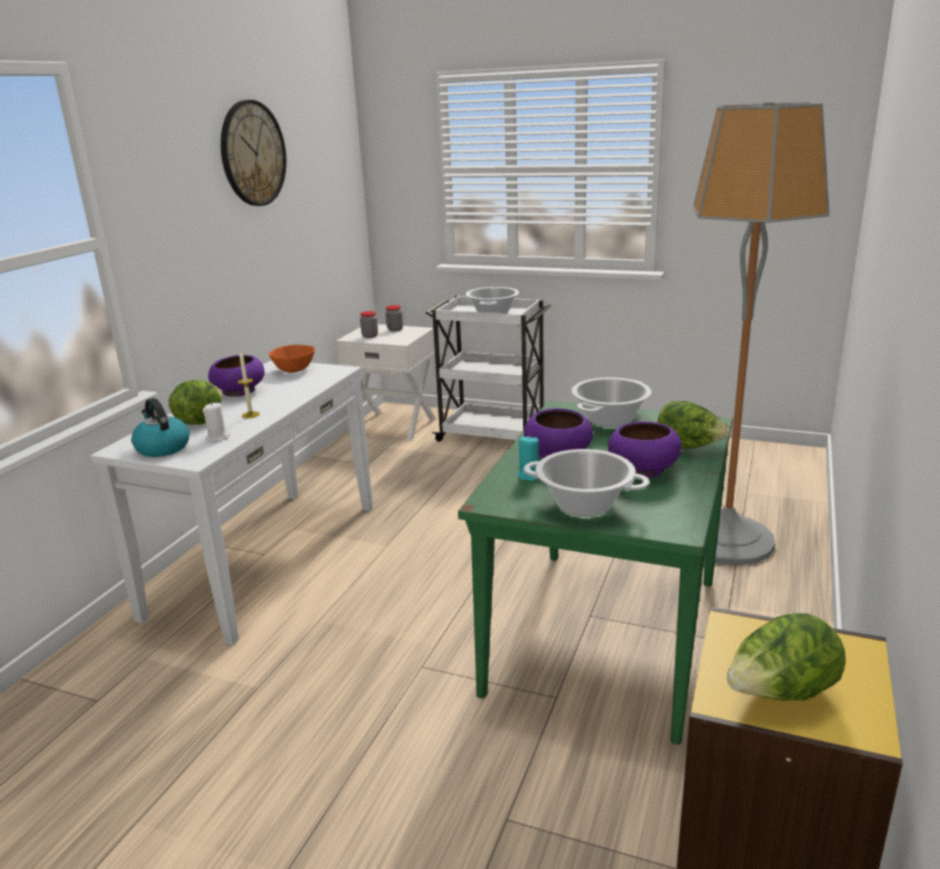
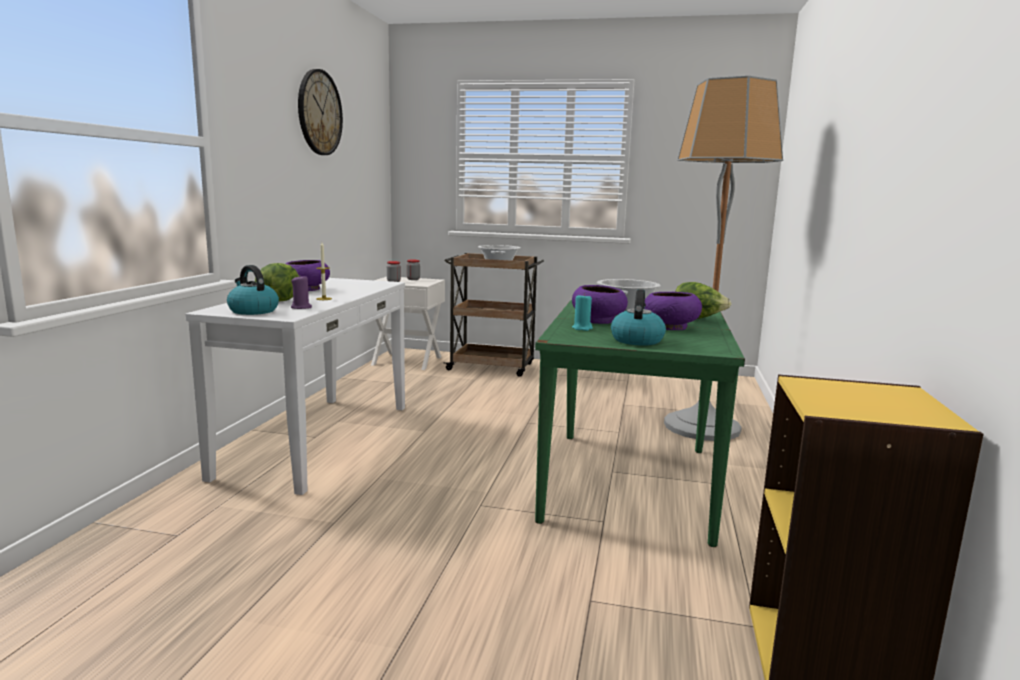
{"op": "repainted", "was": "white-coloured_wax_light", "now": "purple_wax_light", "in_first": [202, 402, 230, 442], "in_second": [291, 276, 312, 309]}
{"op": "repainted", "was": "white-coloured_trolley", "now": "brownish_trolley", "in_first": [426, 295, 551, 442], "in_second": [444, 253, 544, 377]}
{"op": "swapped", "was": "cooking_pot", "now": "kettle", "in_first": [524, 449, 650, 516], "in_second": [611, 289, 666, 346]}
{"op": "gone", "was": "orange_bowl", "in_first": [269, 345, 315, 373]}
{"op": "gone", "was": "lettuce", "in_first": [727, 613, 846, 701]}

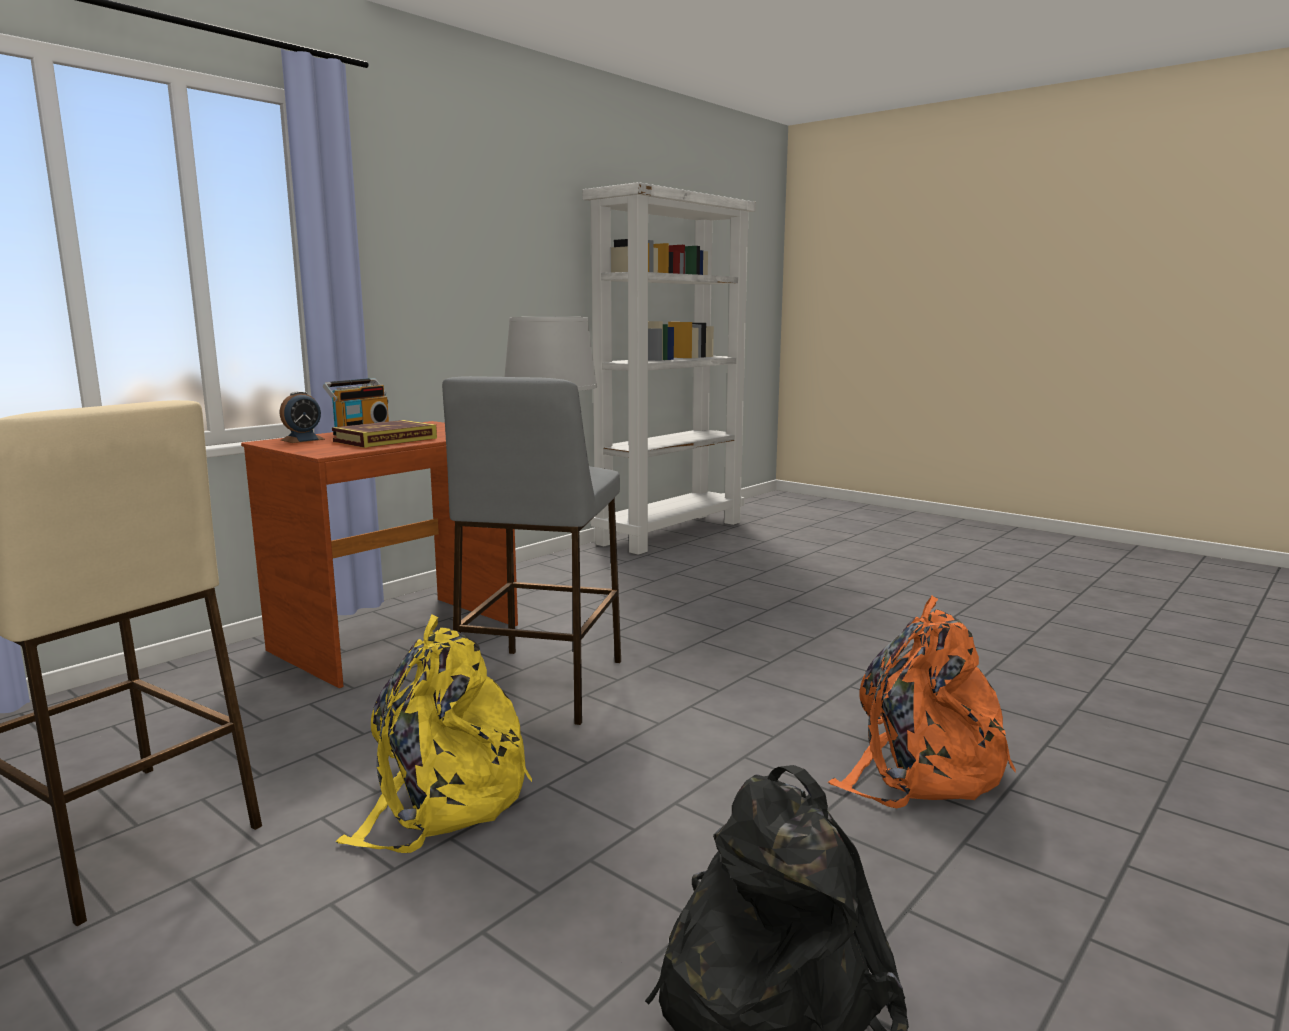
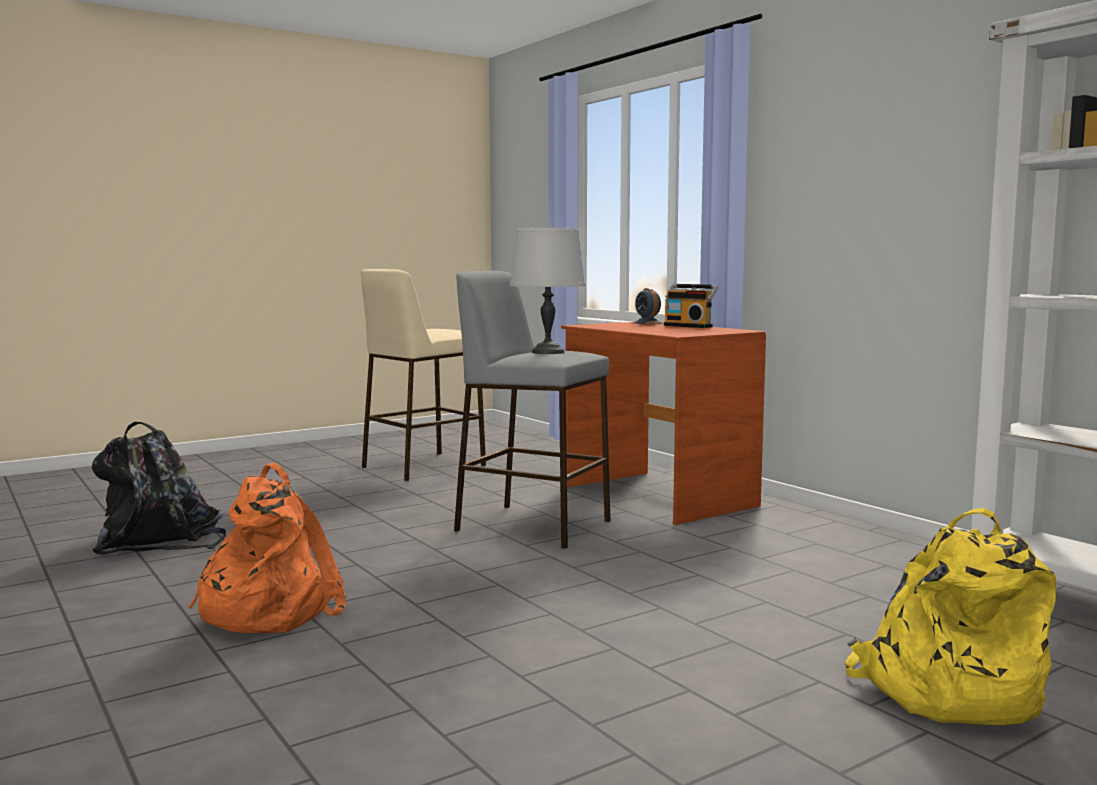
{"op": "shifted", "was": "yellow_backpack", "in_first": [336, 614, 532, 853], "in_second": [845, 508, 1057, 725]}
{"op": "gone", "was": "bound_book", "in_first": [332, 420, 437, 448]}

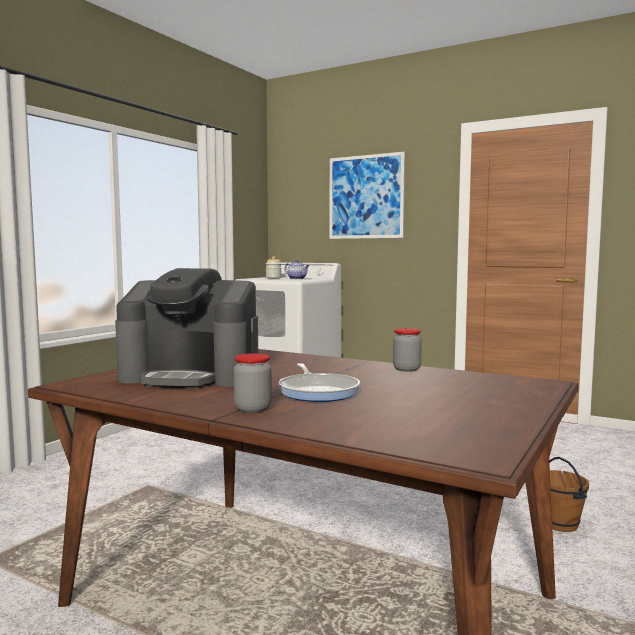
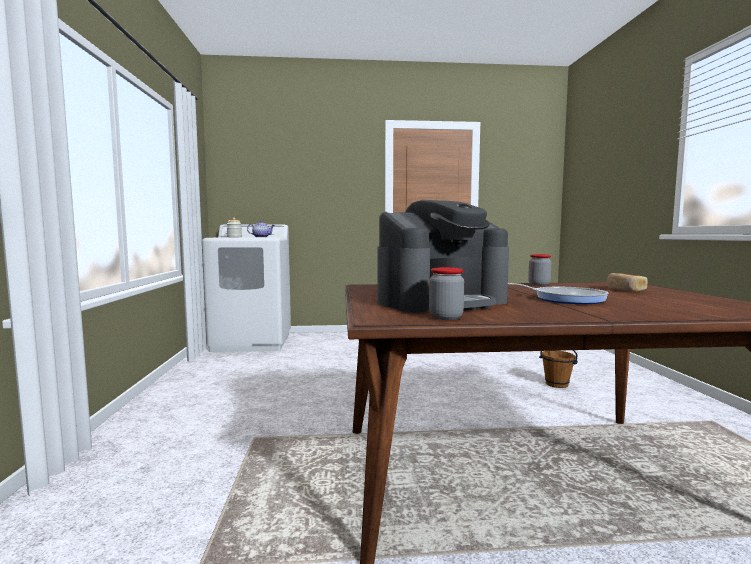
{"op": "shifted", "was": "preserve_jar", "in_first": [234, 353, 272, 413], "in_second": [429, 267, 464, 320]}
{"op": "new", "now": "baked_bread", "in_second": [607, 273, 648, 292]}
{"op": "gone", "was": "picture", "in_first": [329, 152, 405, 239]}

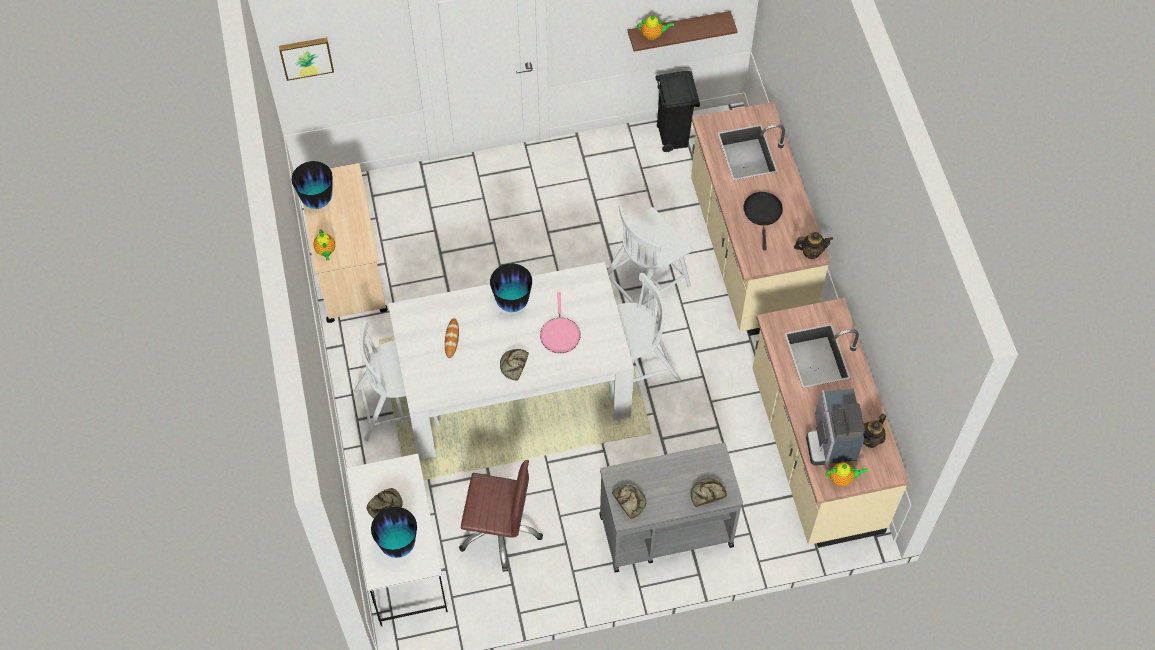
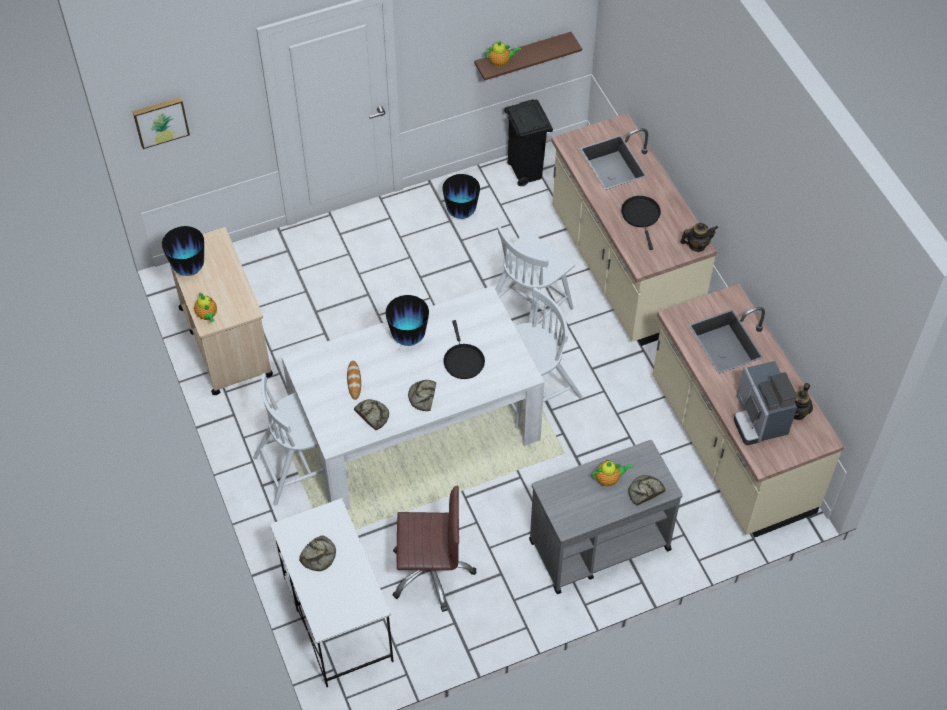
{"op": "shifted", "was": "baked_bread", "in_first": [612, 485, 646, 519], "in_second": [354, 399, 389, 430]}
{"op": "shifted", "was": "vase", "in_first": [371, 507, 417, 558], "in_second": [442, 174, 480, 219]}
{"op": "repainted", "was": "pink-coloured_pan", "now": "blackish_pan", "in_first": [540, 292, 581, 354], "in_second": [443, 320, 485, 379]}
{"op": "shifted", "was": "teapot", "in_first": [825, 461, 868, 487], "in_second": [591, 460, 633, 486]}

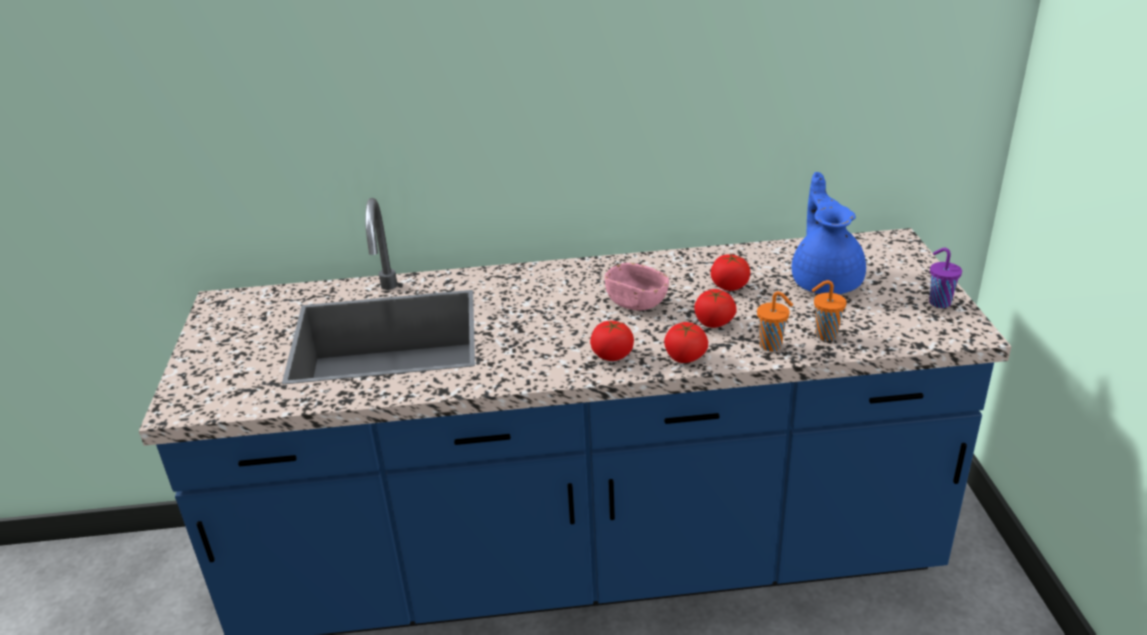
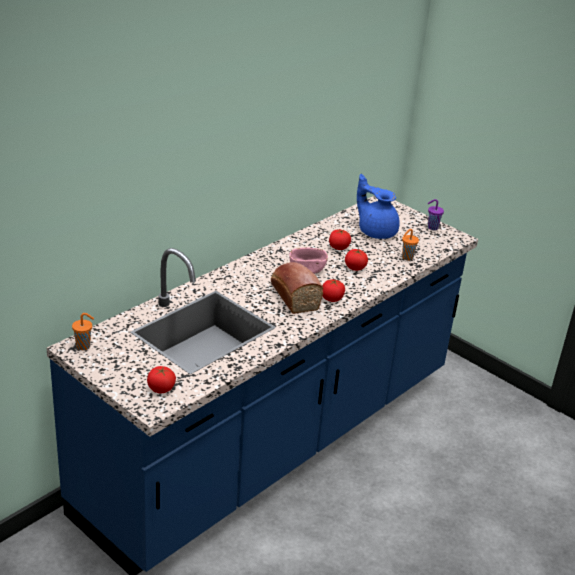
{"op": "shifted", "was": "orange_drinking_cup", "in_first": [757, 291, 793, 351], "in_second": [72, 313, 94, 350]}
{"op": "shifted", "was": "fresh_tomato", "in_first": [664, 322, 708, 363], "in_second": [147, 366, 176, 393]}
{"op": "new", "now": "baked_bread", "in_second": [271, 262, 323, 314]}

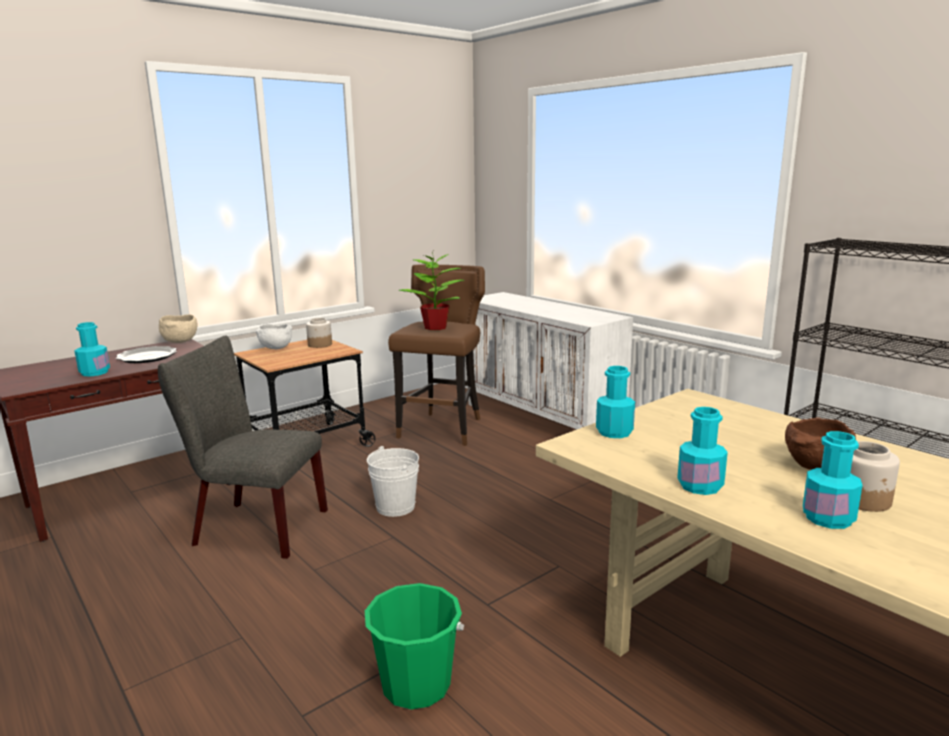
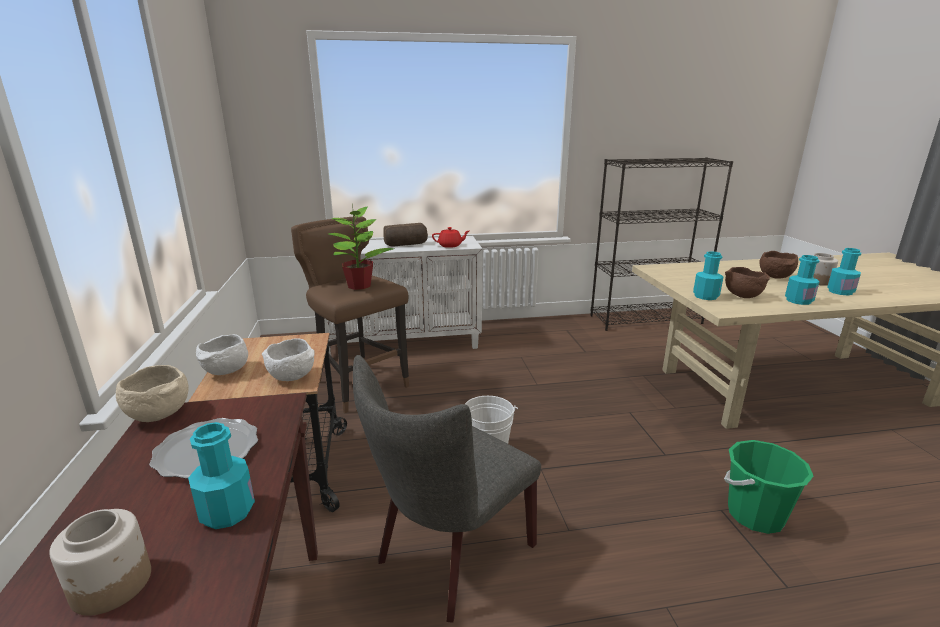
{"op": "shifted", "was": "preserve_jar", "in_first": [306, 318, 332, 348], "in_second": [49, 509, 151, 616]}
{"op": "new", "now": "white-coloured_bowl", "in_second": [262, 338, 315, 381]}
{"op": "new", "now": "baked_bread", "in_second": [383, 223, 428, 247]}
{"op": "new", "now": "red-coloured_teapot", "in_second": [432, 227, 469, 248]}
{"op": "new", "now": "brownish_bowl", "in_second": [725, 267, 770, 298]}

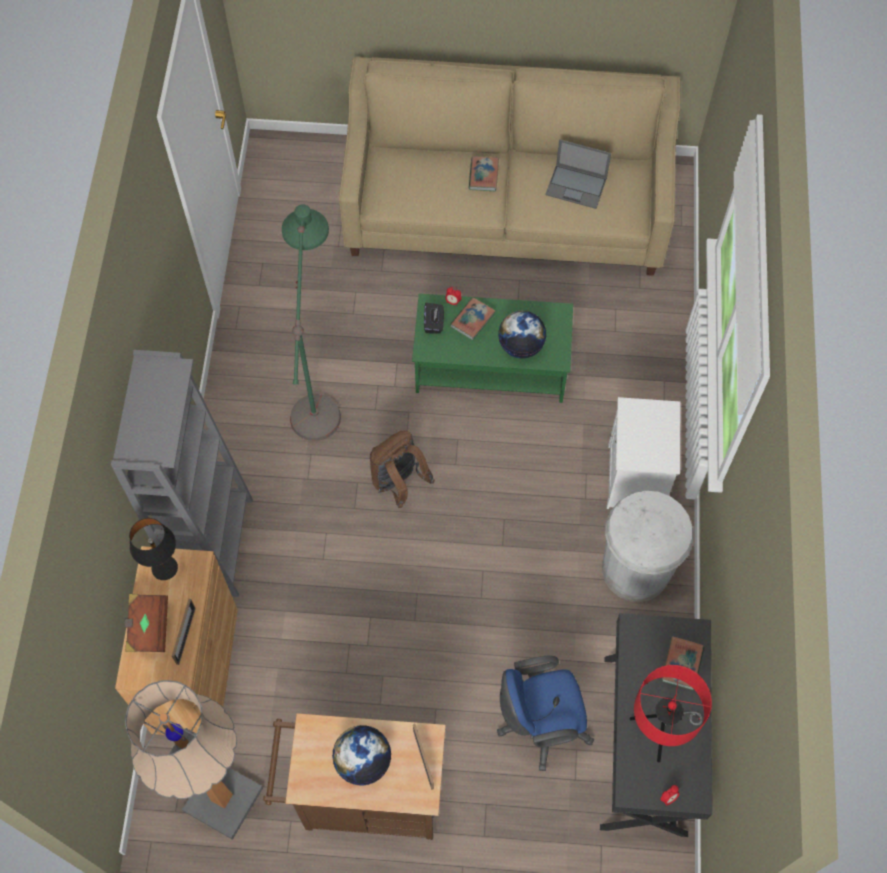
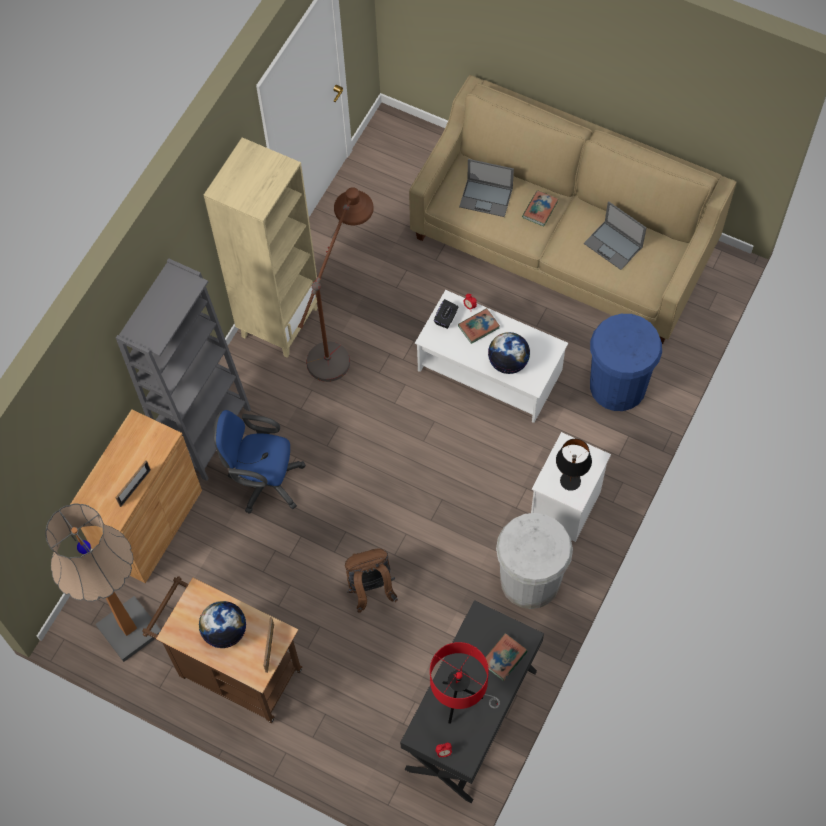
{"op": "new", "now": "beige_bookshelf", "in_second": [204, 138, 318, 358]}
{"op": "shifted", "was": "blue-coloured_computer_chair", "in_first": [497, 656, 594, 771], "in_second": [213, 410, 306, 514]}
{"op": "repainted", "was": "greenish_standing_lamp", "now": "brownish_standing_lamp", "in_first": [282, 204, 341, 441], "in_second": [298, 187, 373, 382]}
{"op": "shifted", "was": "brownish_backpack", "in_first": [370, 431, 435, 508], "in_second": [345, 548, 398, 613]}
{"op": "repainted", "was": "greenish_lounge_table", "now": "white-coloured_lounge_table", "in_first": [412, 293, 573, 403], "in_second": [415, 290, 568, 423]}
{"op": "new", "now": "laptop", "in_second": [459, 159, 514, 217]}
{"op": "shifted", "was": "blackish_table_lamp", "in_first": [129, 518, 178, 580], "in_second": [556, 439, 592, 491]}
{"op": "new", "now": "blue-coloured_rubbish_bin", "in_second": [590, 314, 662, 411]}
{"op": "gone", "was": "brownish_bound_book", "in_first": [124, 594, 168, 652]}

